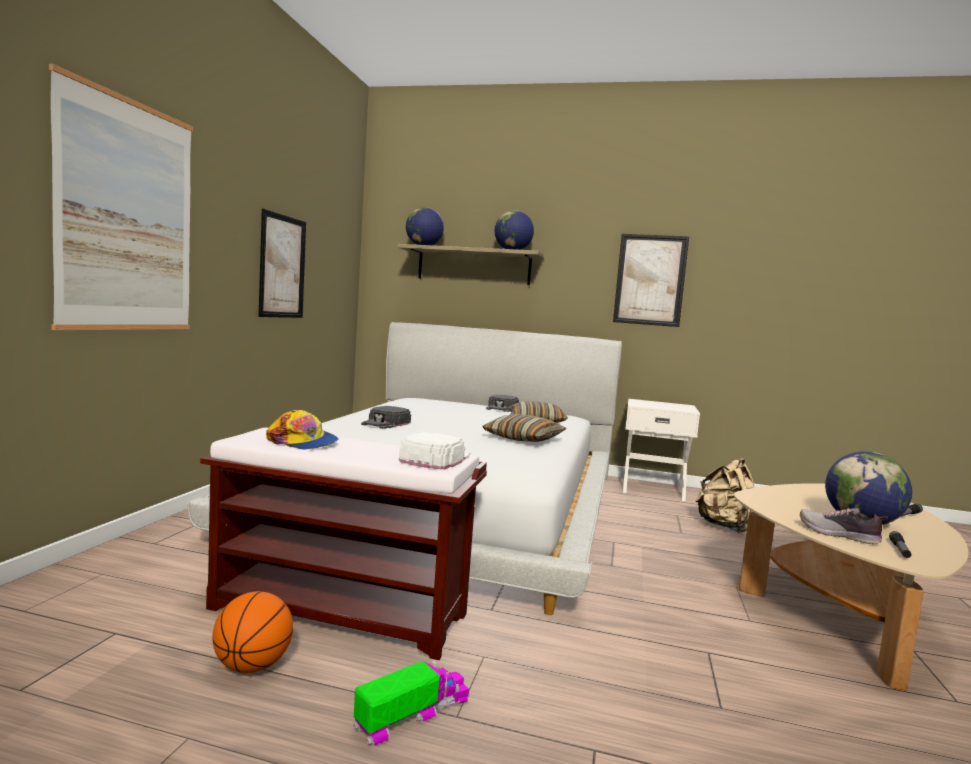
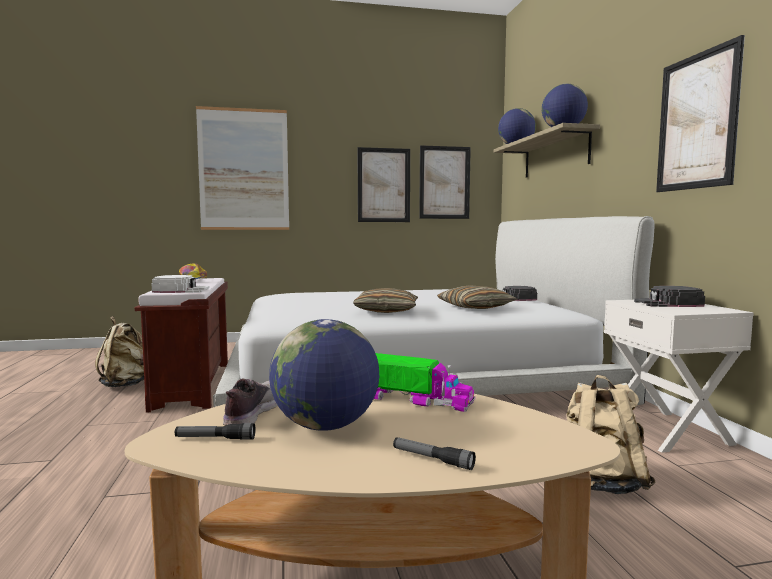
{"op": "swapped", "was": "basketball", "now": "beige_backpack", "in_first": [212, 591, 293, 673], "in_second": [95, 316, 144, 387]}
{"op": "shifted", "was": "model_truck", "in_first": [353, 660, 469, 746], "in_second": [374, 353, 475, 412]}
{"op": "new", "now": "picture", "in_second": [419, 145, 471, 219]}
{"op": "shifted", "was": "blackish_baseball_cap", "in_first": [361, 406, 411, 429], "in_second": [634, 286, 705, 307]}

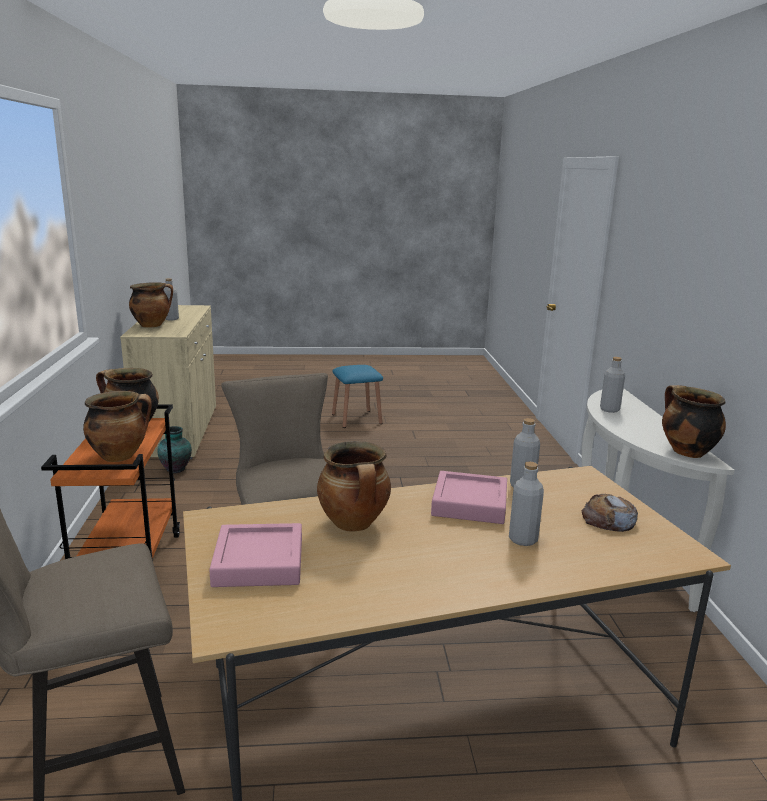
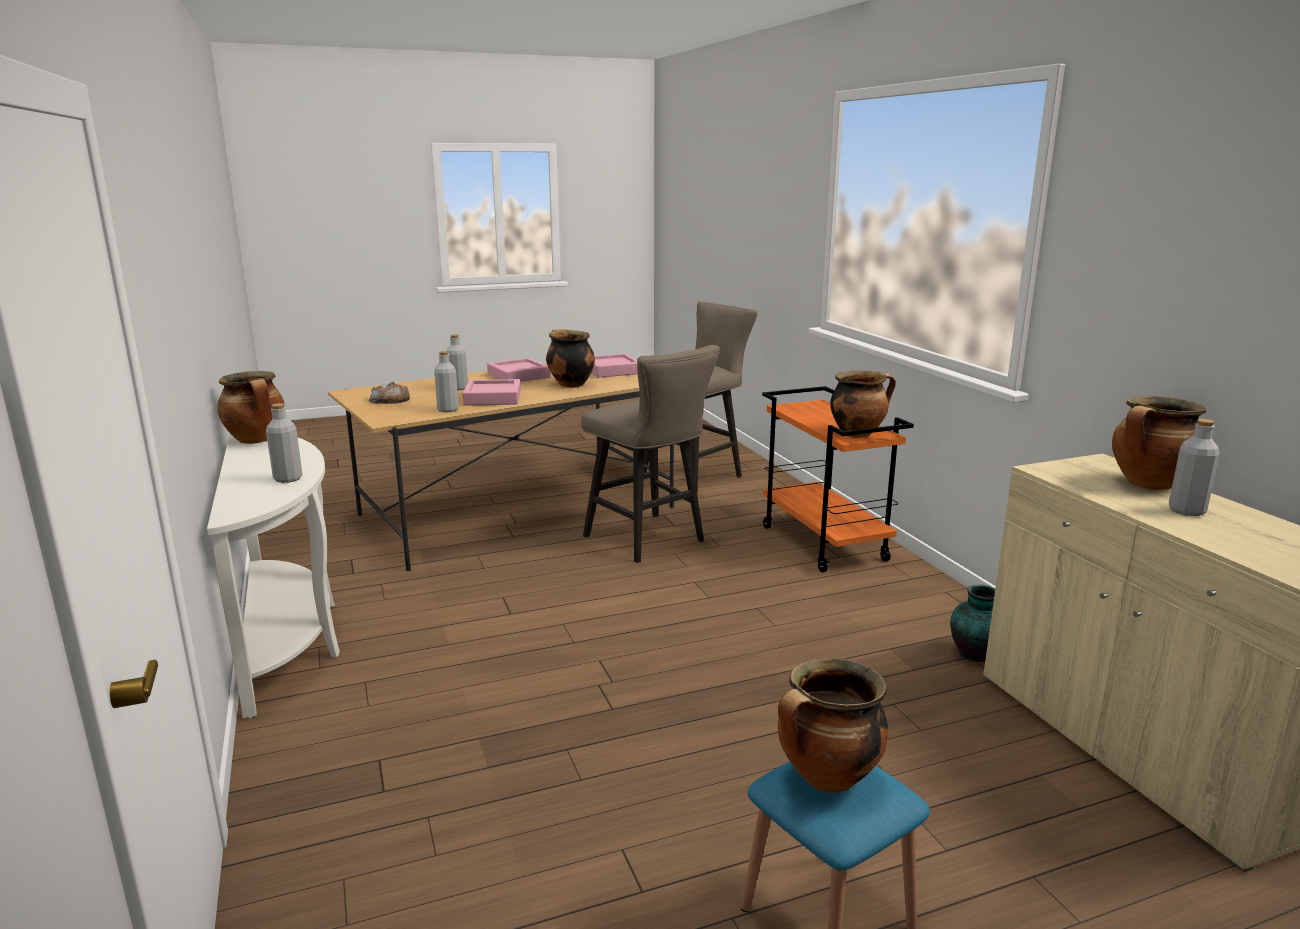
{"op": "new", "now": "pink-coloured_tray", "in_second": [487, 358, 551, 382]}
{"op": "shifted", "was": "cooking_pot", "in_first": [83, 391, 152, 462], "in_second": [778, 659, 888, 792]}

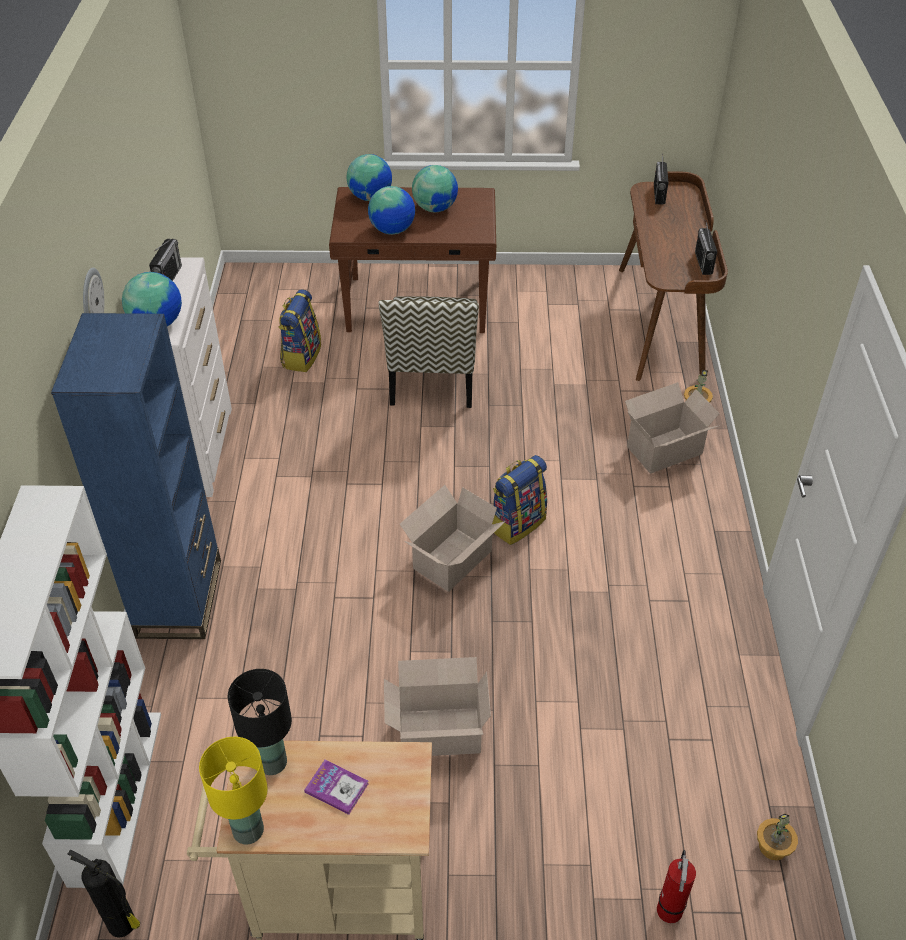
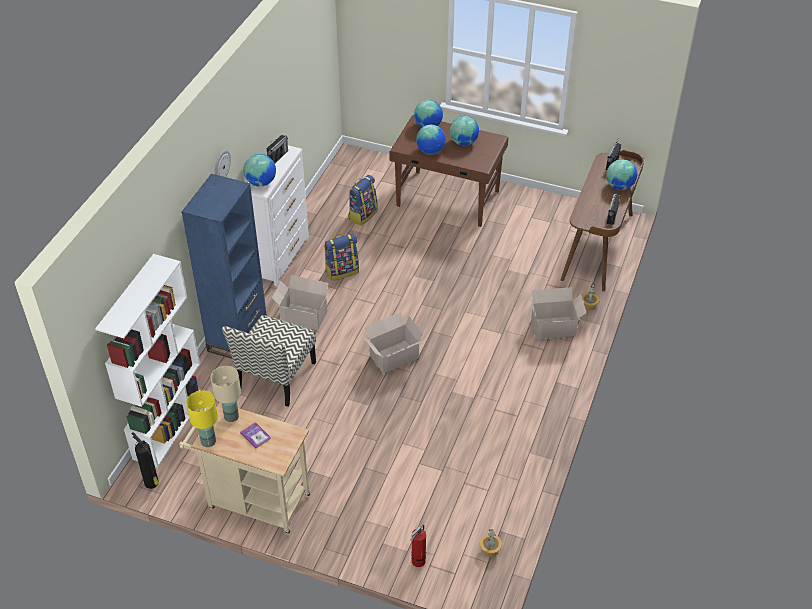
{"op": "repainted", "was": "blackish_table_lamp", "now": "beige_table_lamp", "in_first": [228, 669, 292, 775], "in_second": [211, 366, 241, 422]}
{"op": "shifted", "was": "plain_chair", "in_first": [379, 296, 479, 408], "in_second": [222, 315, 316, 407]}
{"op": "shifted", "was": "packing_box", "in_first": [384, 657, 491, 756], "in_second": [272, 275, 329, 330]}
{"op": "shifted", "was": "backpack", "in_first": [492, 455, 547, 545], "in_second": [324, 233, 359, 281]}
{"op": "new", "now": "globe", "in_second": [606, 159, 637, 190]}

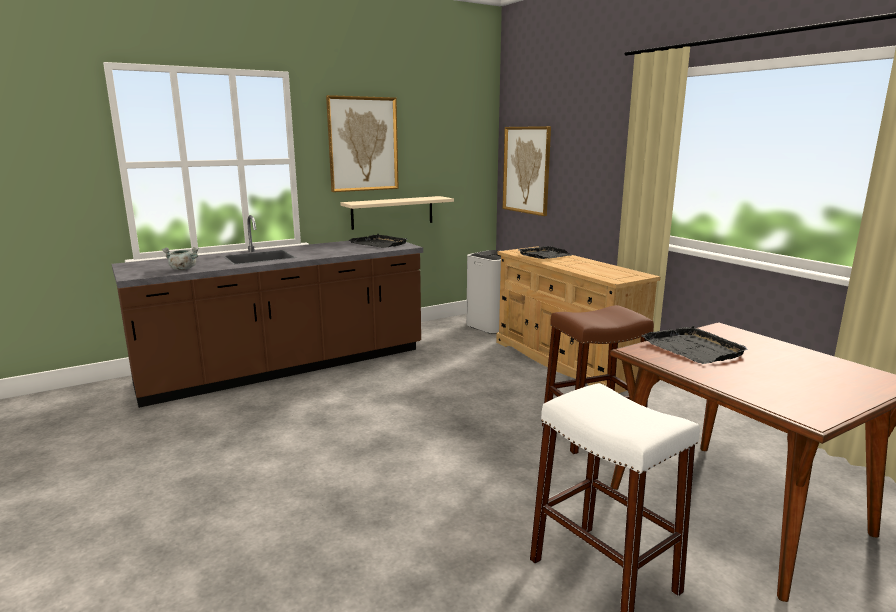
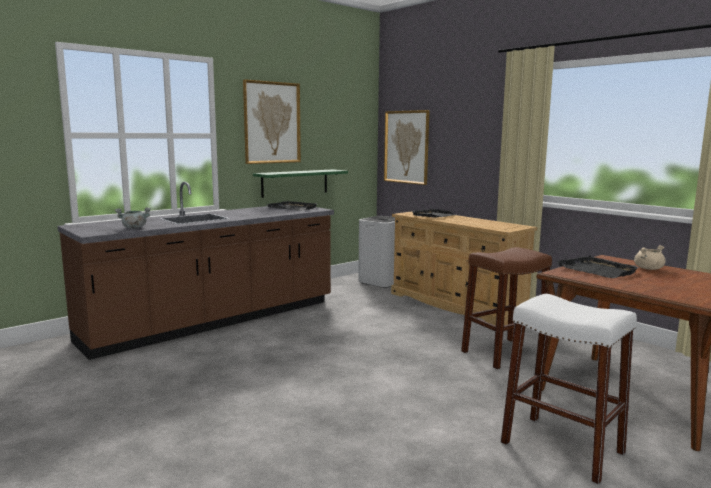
{"op": "repainted", "was": "beige_wall_shelf", "now": "greenish_wall_shelf", "in_first": [341, 196, 454, 230], "in_second": [253, 169, 348, 198]}
{"op": "new", "now": "beige_cooking_pot", "in_second": [634, 245, 666, 270]}

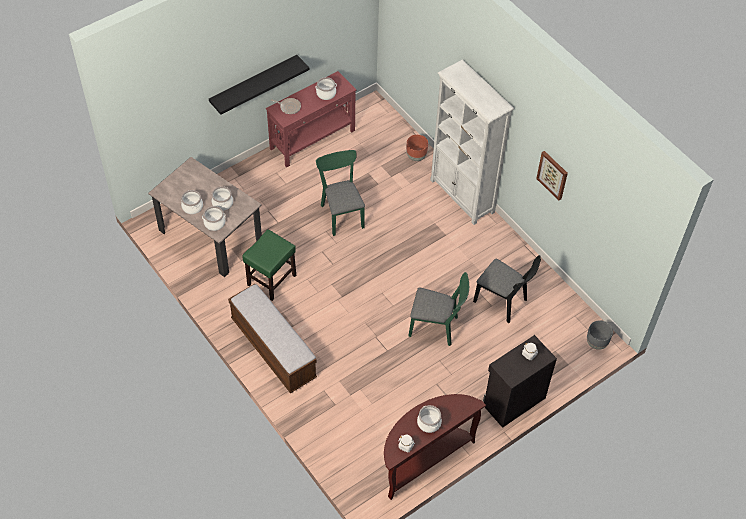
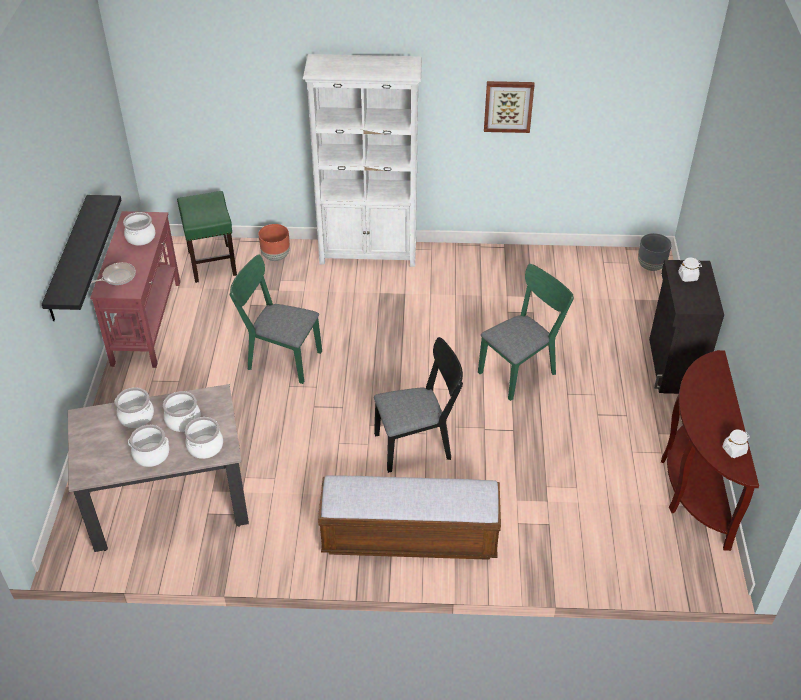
{"op": "shifted", "was": "cooking_pot", "in_first": [417, 405, 442, 433], "in_second": [114, 387, 154, 428]}
{"op": "shifted", "was": "greenish_stool", "in_first": [242, 229, 296, 301], "in_second": [177, 191, 237, 283]}
{"op": "shifted", "was": "blackish_plain_chair", "in_first": [473, 255, 541, 323], "in_second": [374, 337, 463, 473]}

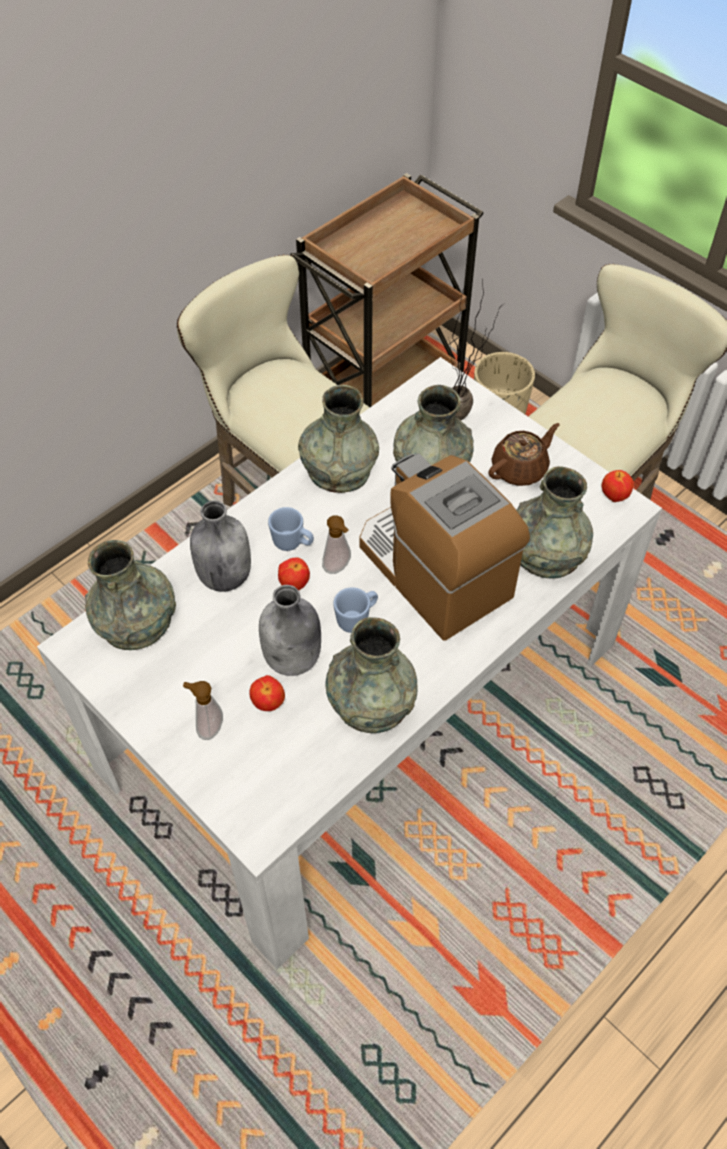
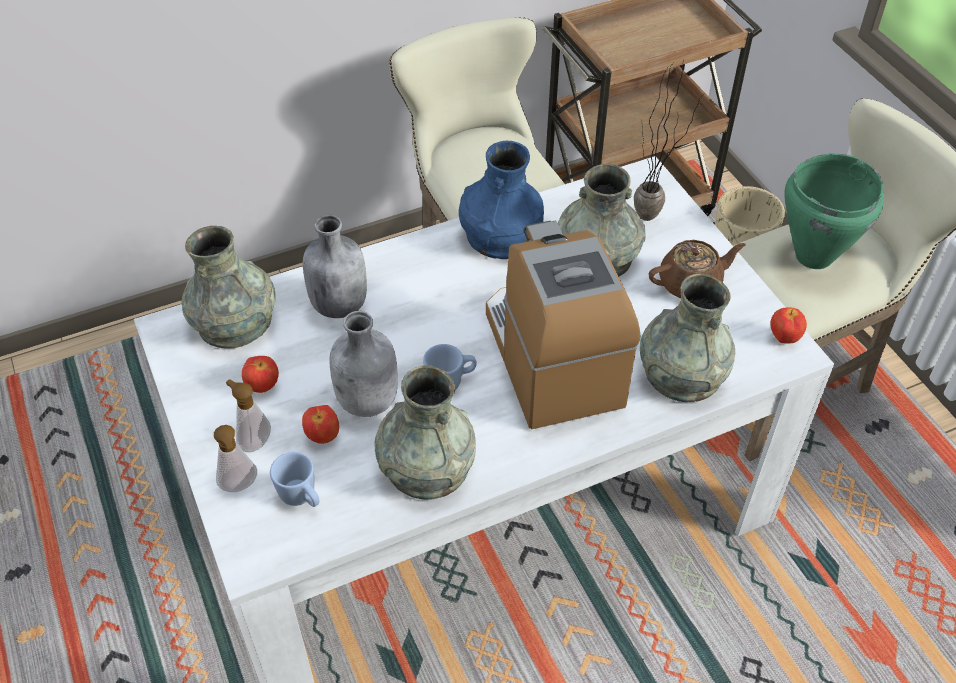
{"op": "shifted", "was": "soap_bottle", "in_first": [322, 515, 351, 574], "in_second": [214, 425, 257, 492]}
{"op": "shifted", "was": "apple", "in_first": [278, 557, 310, 590], "in_second": [242, 356, 279, 393]}
{"op": "shifted", "was": "blue-coloured_mug", "in_first": [268, 507, 314, 551], "in_second": [270, 452, 320, 507]}
{"op": "repainted", "was": "greyish_vase", "now": "blue-coloured_vase", "in_first": [298, 385, 379, 493], "in_second": [459, 141, 544, 259]}
{"op": "new", "now": "greenish_cooking_pot", "in_second": [784, 154, 884, 269]}

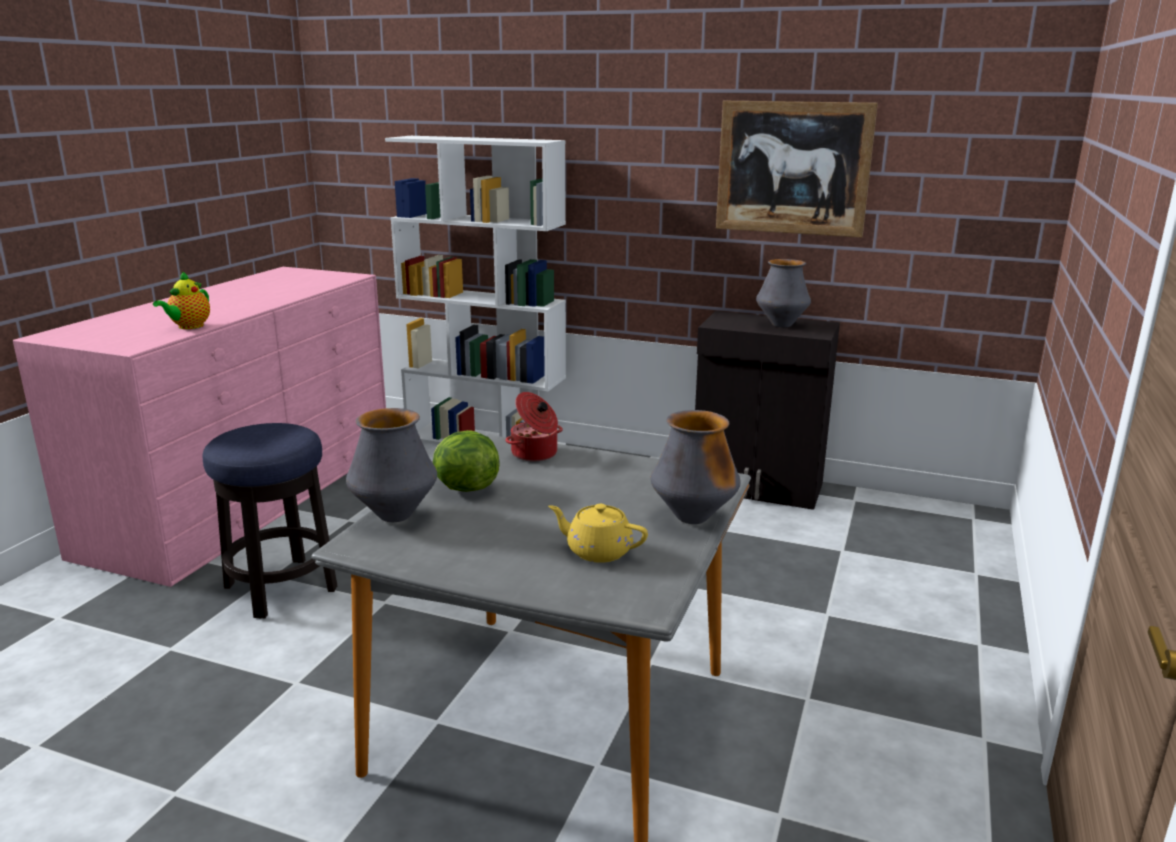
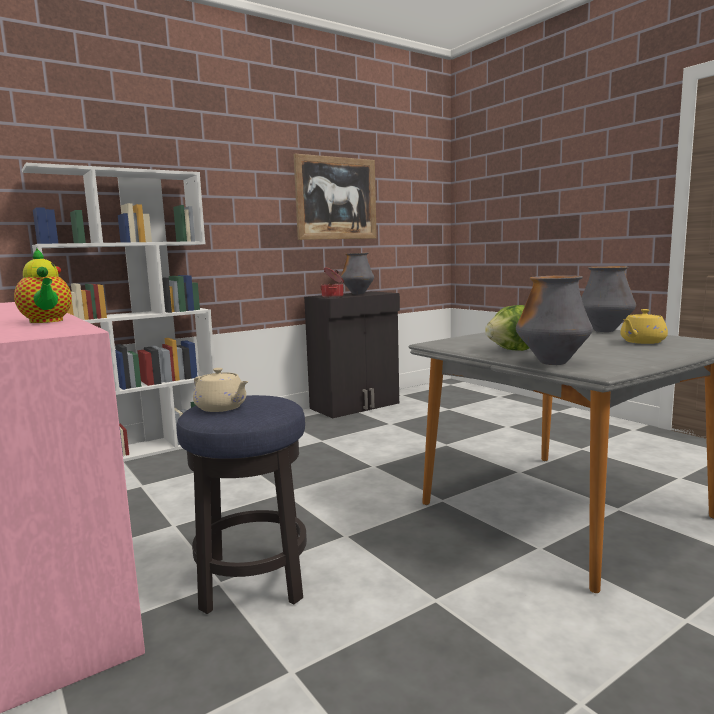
{"op": "new", "now": "beige_teapot", "in_second": [193, 368, 248, 412]}
{"op": "shifted", "was": "cooking_pot", "in_first": [505, 392, 563, 461], "in_second": [320, 267, 344, 298]}

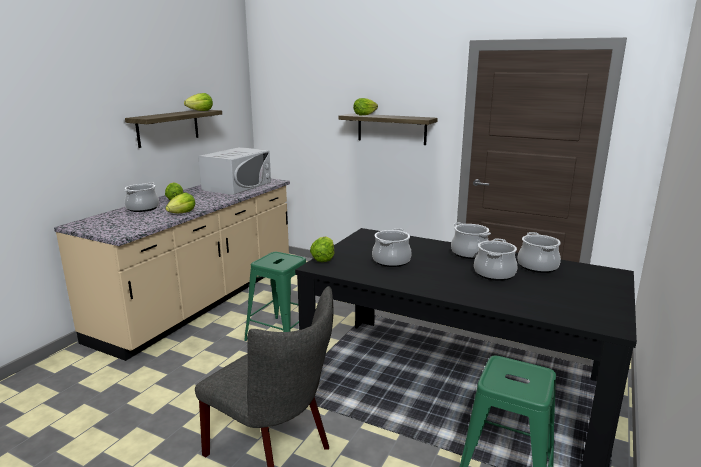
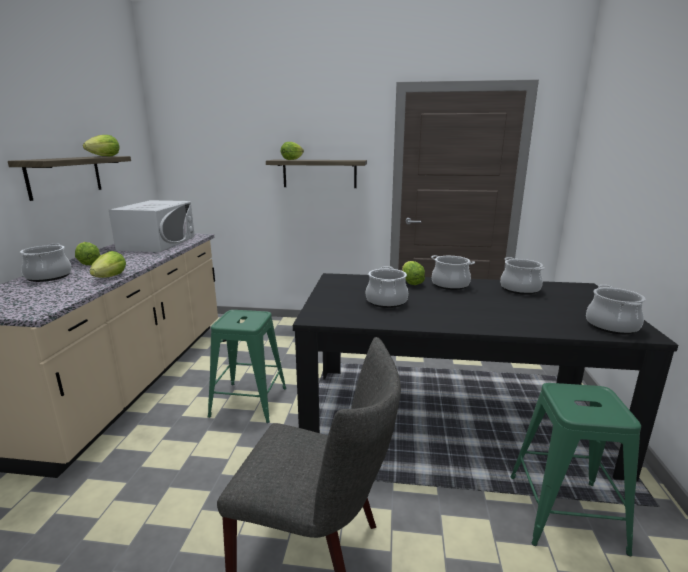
{"op": "shifted", "was": "lettuce", "in_first": [310, 236, 334, 262], "in_second": [402, 261, 425, 285]}
{"op": "shifted", "was": "cooking_pot", "in_first": [474, 239, 517, 281], "in_second": [586, 285, 645, 334]}

